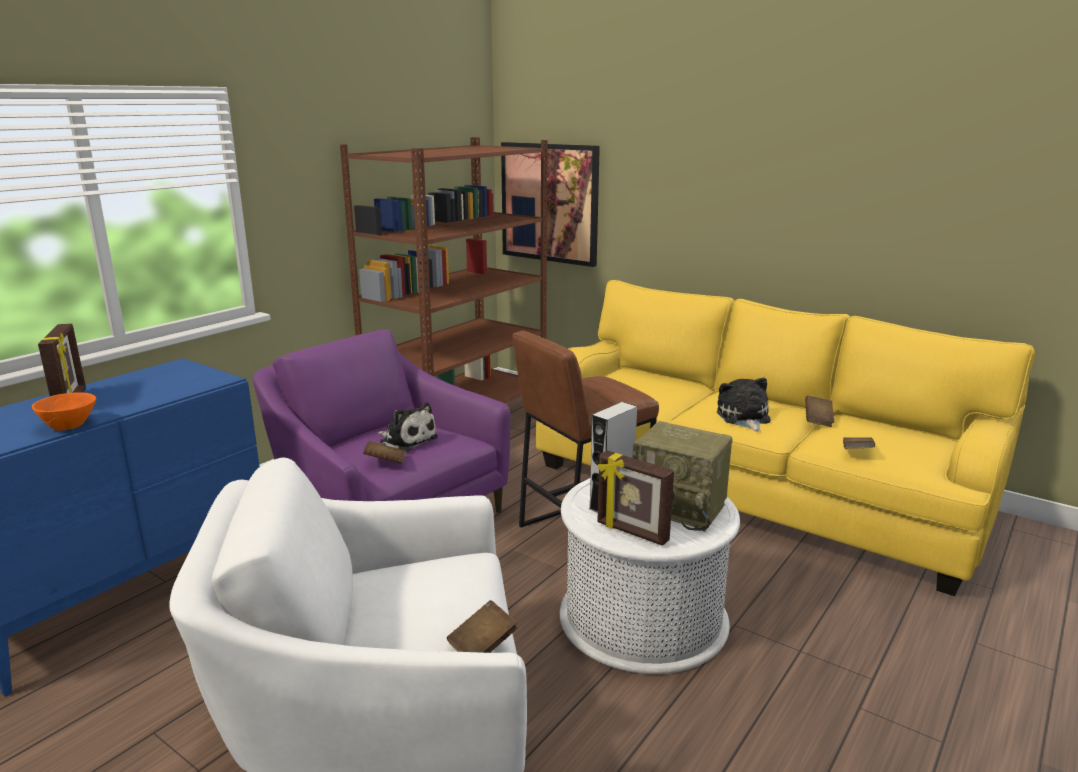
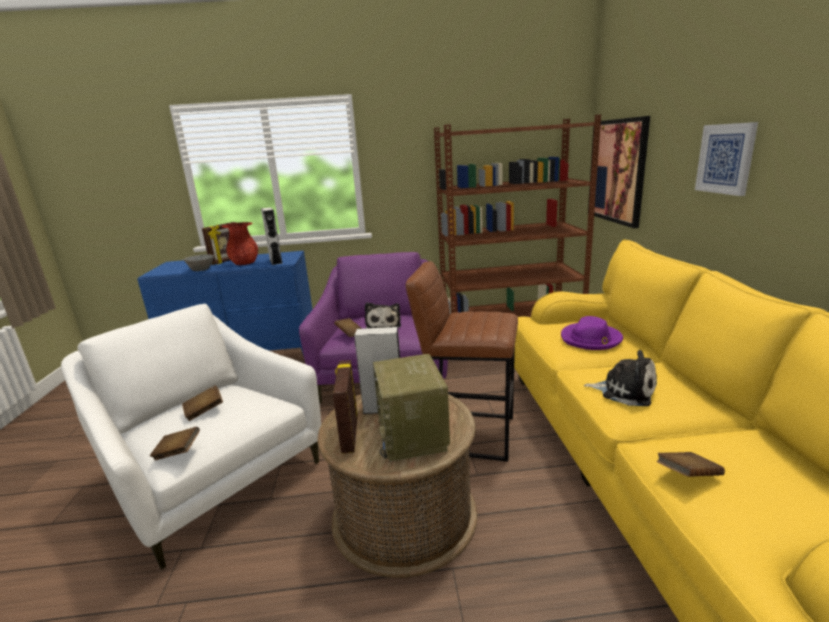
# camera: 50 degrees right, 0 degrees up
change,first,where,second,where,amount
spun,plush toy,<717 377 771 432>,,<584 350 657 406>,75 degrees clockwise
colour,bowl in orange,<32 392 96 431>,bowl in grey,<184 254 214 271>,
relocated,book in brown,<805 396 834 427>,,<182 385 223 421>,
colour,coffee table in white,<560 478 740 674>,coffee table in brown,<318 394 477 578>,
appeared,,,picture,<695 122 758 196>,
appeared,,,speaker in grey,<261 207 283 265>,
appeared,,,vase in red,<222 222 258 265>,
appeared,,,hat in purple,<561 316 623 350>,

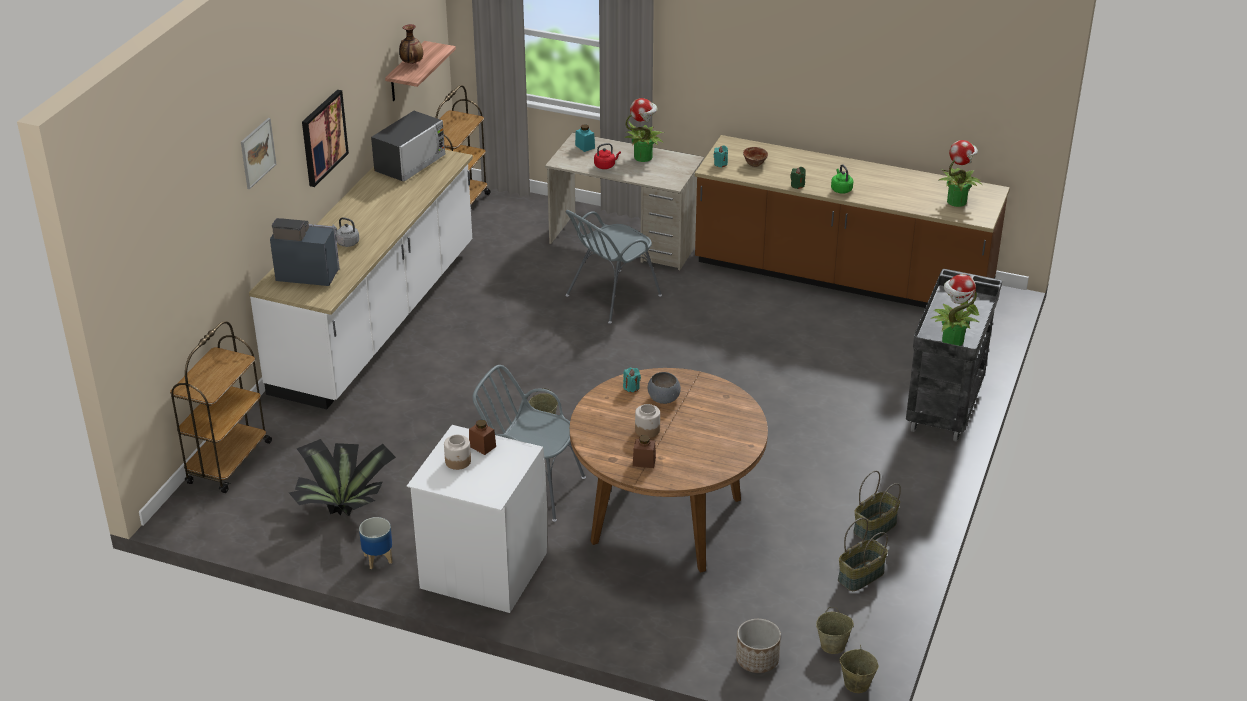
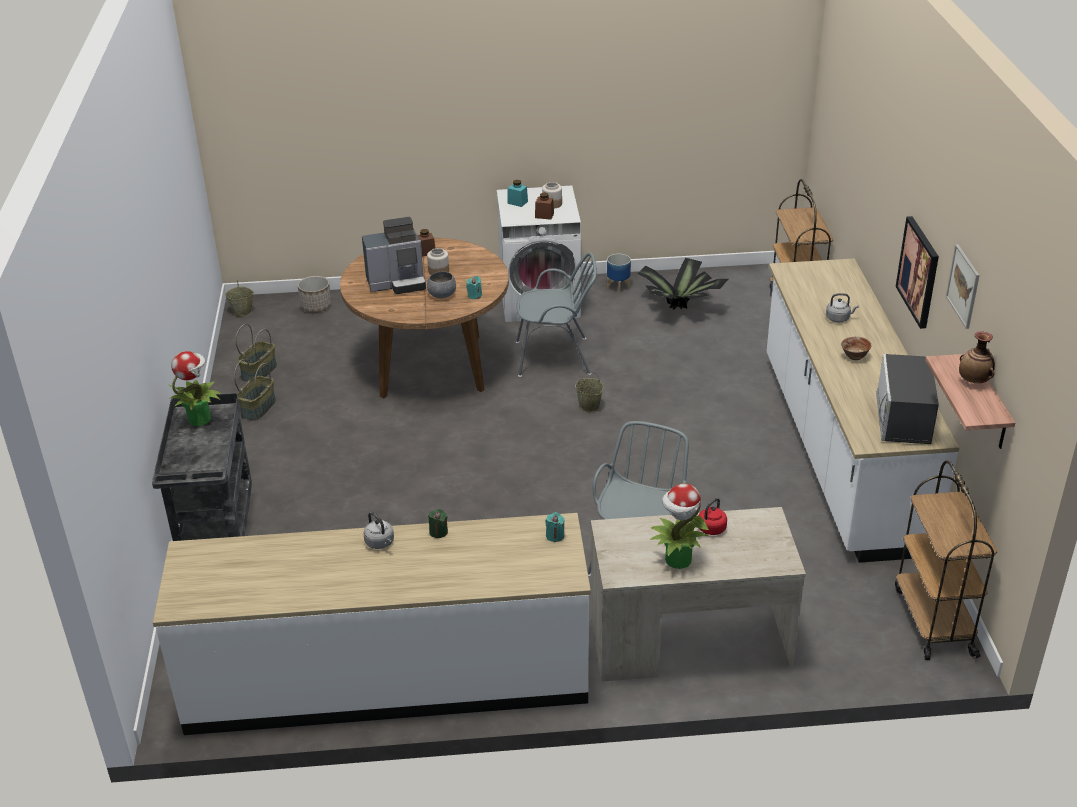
# camera: 155 degrees right, 0 degrees up
change,first,where,second,where,amount
relocated,picture,<241 118 276 189>,,<946 244 980 329>,
relocated,jar in turquoise,<575 124 595 152>,,<507 180 528 207>,
colour,counter in brown,<695 135 1010 308>,counter in white,<153 513 591 735>,
missing,potted plant,<938 140 982 207>,,,
relocated,bowl,<743 147 768 167>,,<841 337 871 360>,
colour,kettle in green,<831 164 853 194>,kettle in grey,<363 512 394 549>,
relocated,coffee machine,<270 218 340 286>,,<362 217 426 294>,
missing,bucket in beige,<816 607 854 654>,,,

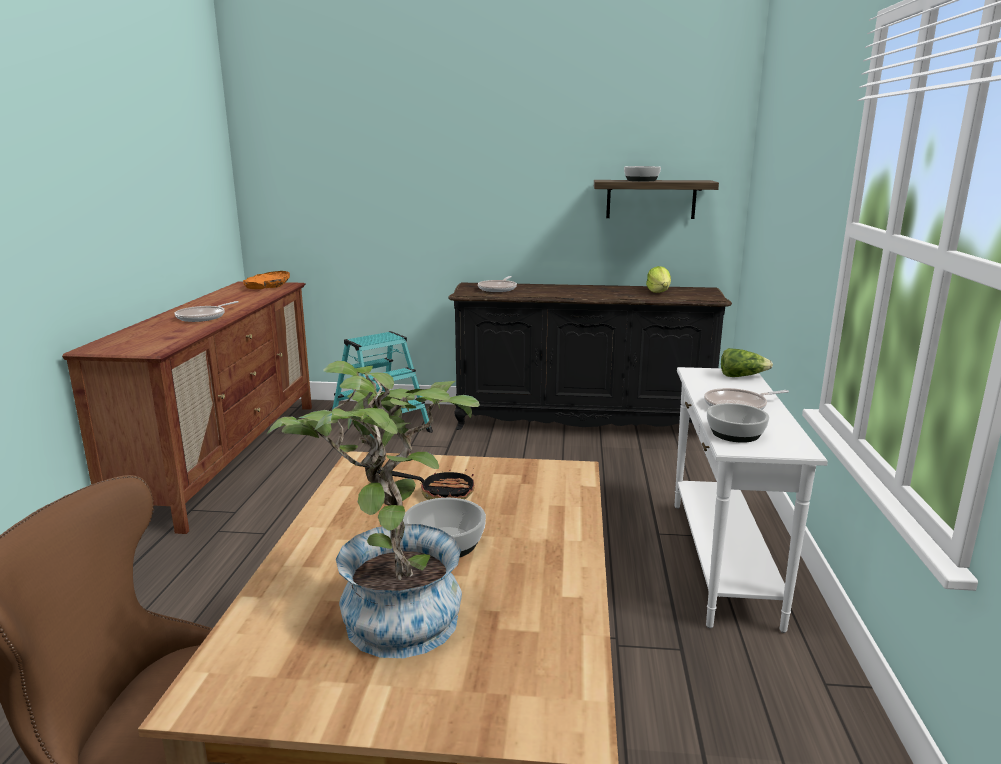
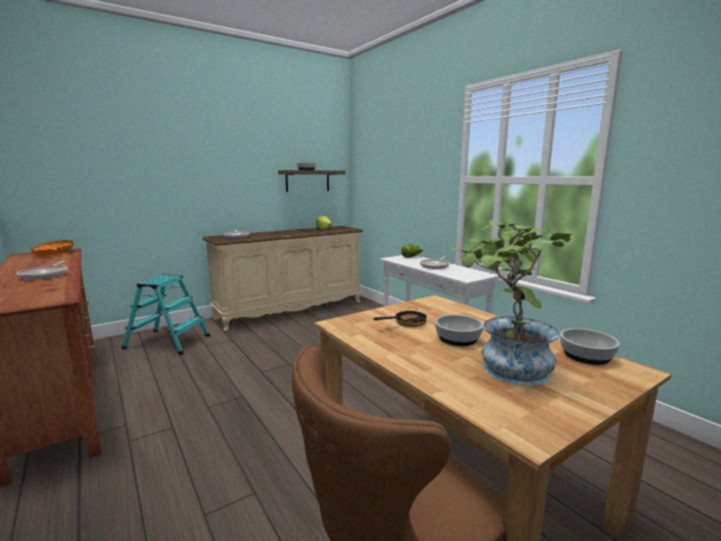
# camera: 40 degrees left, 5 degrees down
change,first,where,second,where,amount
colour,cabinet in black,<448 283 732 430>,cabinet in beige,<202 226 363 331>,
relocated,bowl,<707 403 769 443>,,<560 328 620 365>,

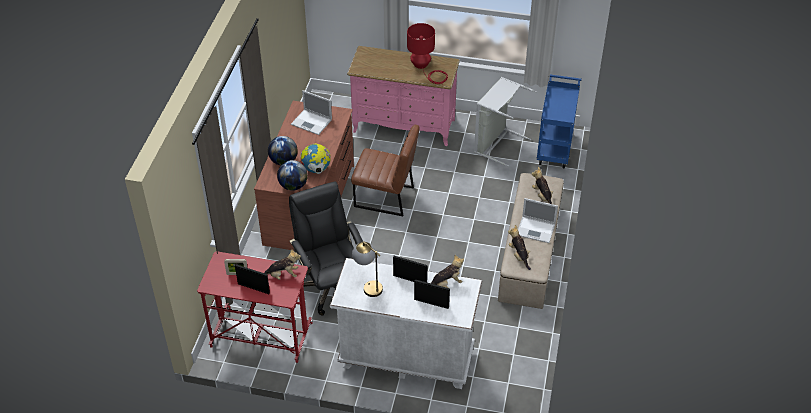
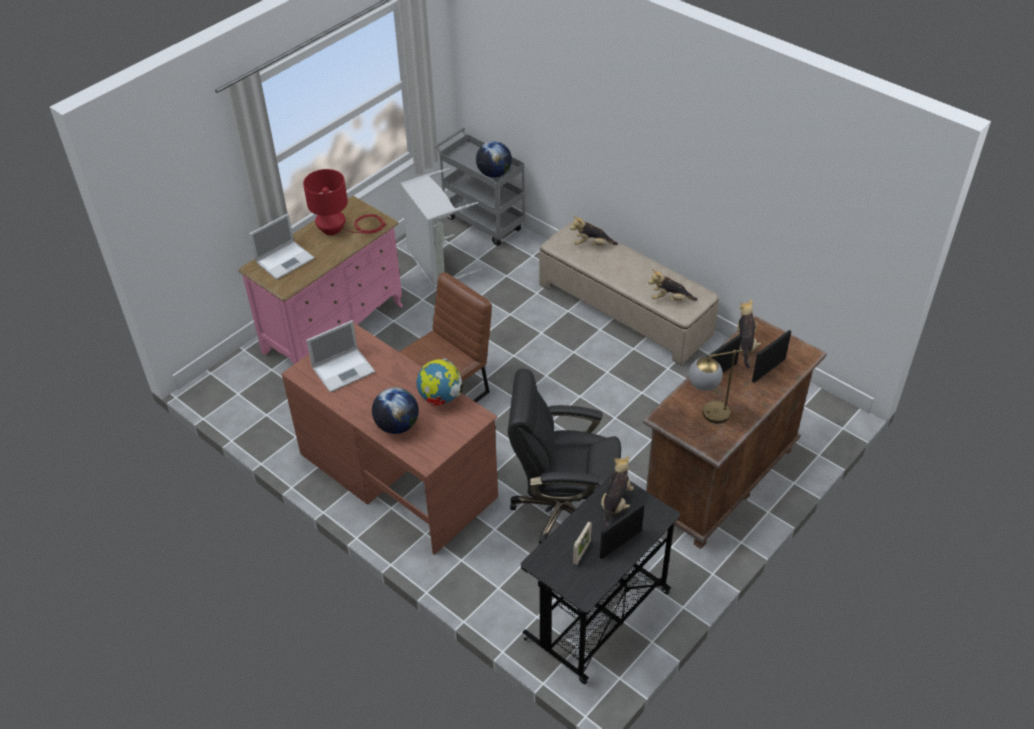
# camera: 60 degrees left, 0 degrees up
change,first,where,second,where,amount
colour,cart in blue,<537 74 582 168>,cart in grey,<435 127 525 246>,
relocated,globe,<277 160 308 191>,,<476 141 512 178>,
relocated,laptop,<518 198 558 243>,,<249 213 314 280>,
colour,desk in red,<197 251 313 363>,desk in black,<521 473 680 684>,
colour,dresser in white,<330 258 482 389>,dresser in brown,<643 315 827 549>,

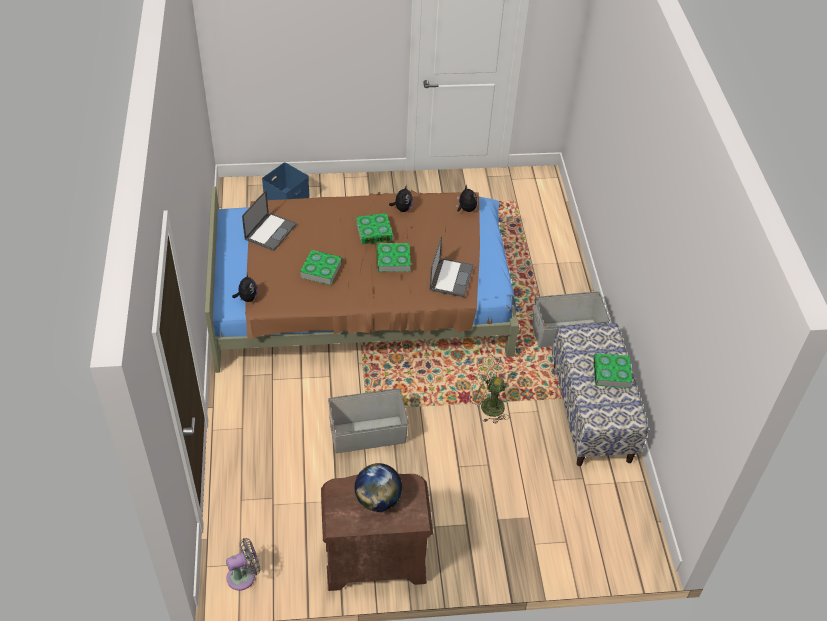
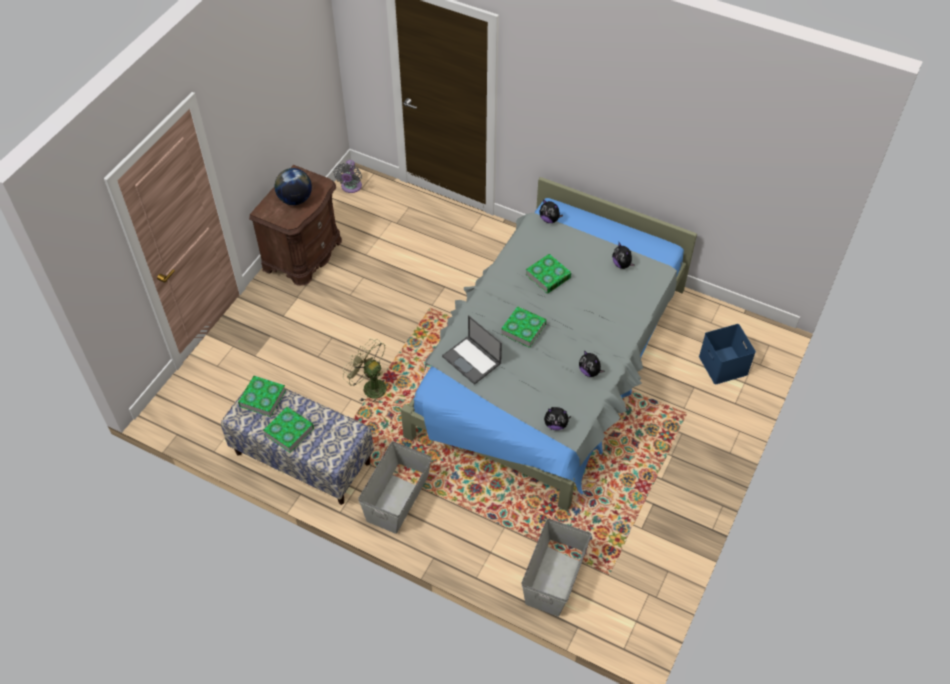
# camera: 125 degrees right, 5 degrees up
change,first,where,second,where,amount
colour,bed in brown,<205 187 519 373>,bed in grey,<401 177 697 511>,
exchanged,laptop,<242 190 297 251>,plush toy,<612 243 635 269>,
relocated,book,<356 213 393 244>,,<238 376 286 417>,
spun,fan in green,<469 354 509 424>,,<343 339 387 403>,105 degrees counterclockwise
relocated,storage box in grey,<328 388 409 453>,,<521 518 591 617>,

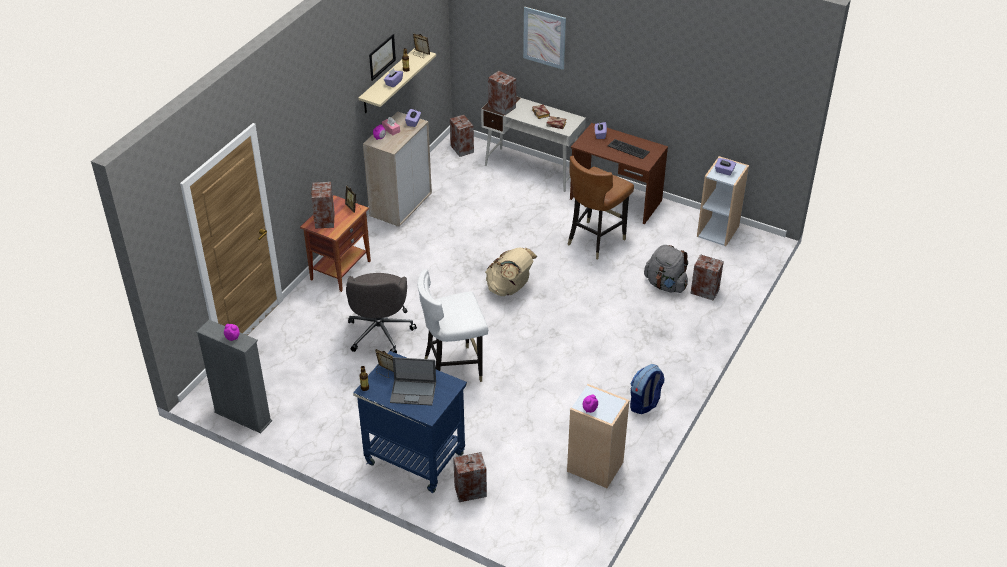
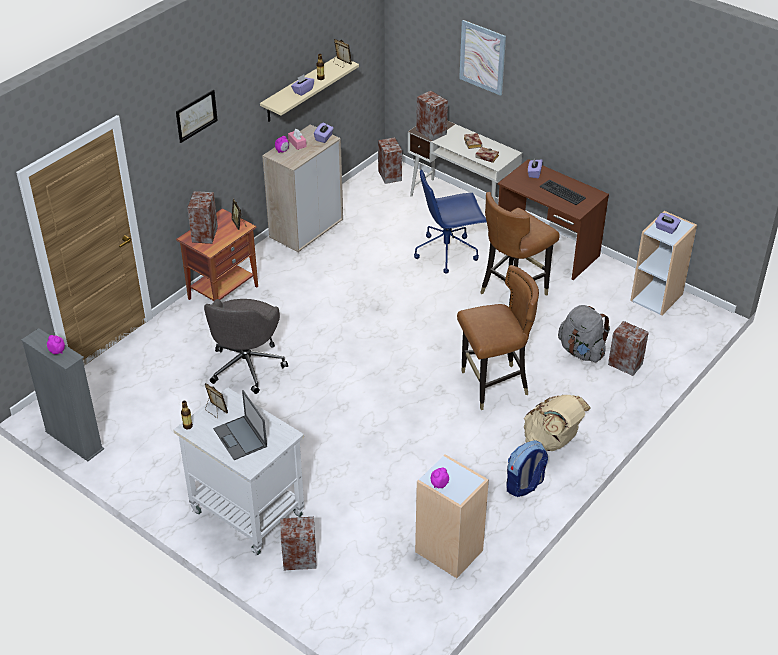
# camera: 10 degrees right, 0 degrees up
change,first,where,second,where,amount
relocated,picture,<369 34 396 81>,,<176 90 218 143>,
relocated,backpack in beige,<485 248 537 296>,,<524 395 591 451>,
missing,chair in white,<417 269 488 382>,,,
colour,cart in blue,<353 351 467 493>,cart in white,<173 387 304 556>,
spun,laptop,<390 357 436 406>,,<213 390 267 460>,45 degrees clockwise
appeared,,,office chair in blue,<414 169 487 274>,
appeared,,,chair in brown,<457 265 539 410>,

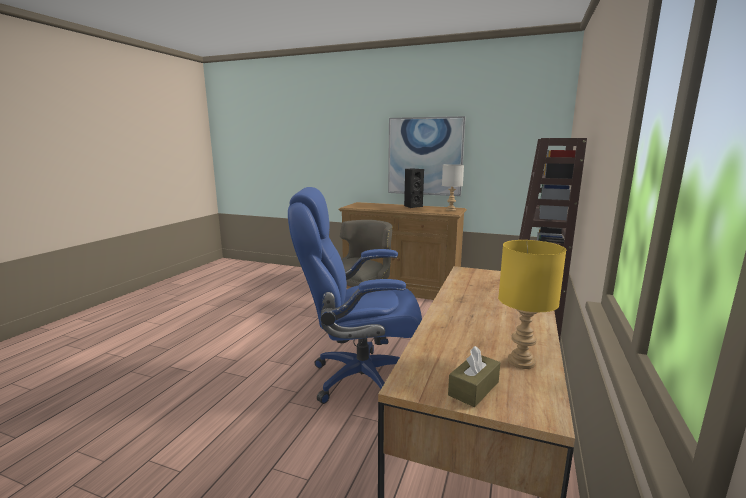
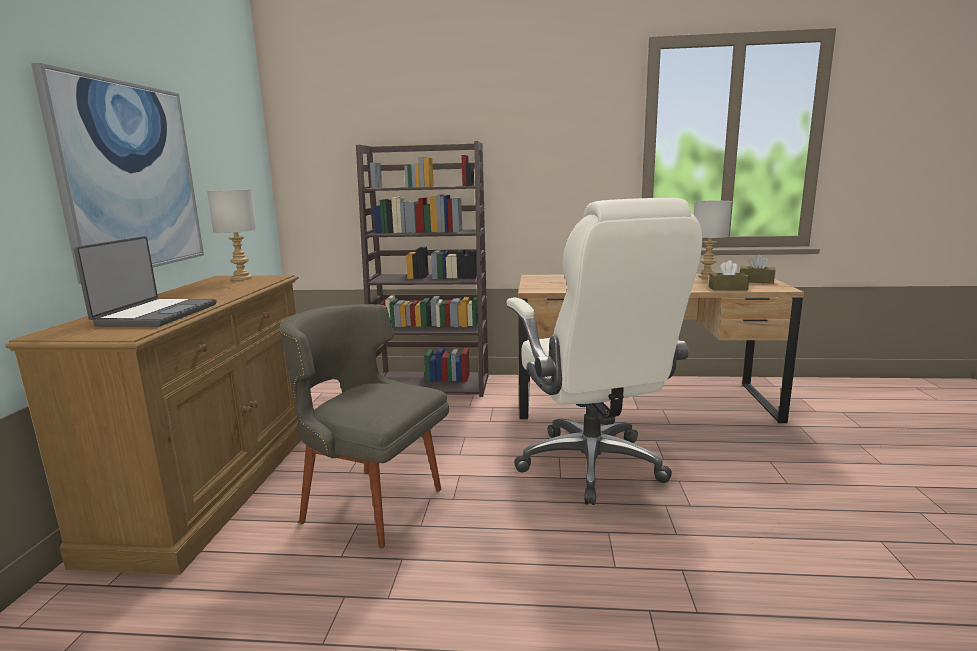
# camera: 105 degrees left, 0 degrees up
change,first,where,second,where,amount
missing,speaker in black,<404 168 424 208>,,,
colour,office chair in blue,<288 187 422 404>,office chair in white,<507 198 702 505>,
colour,table lamp in yellow,<498 240 566 369>,table lamp in grey,<693 201 732 279>,
appeared,,,laptop,<74 236 217 327>,
appeared,,,tissue box in brown,<709 260 750 291>,

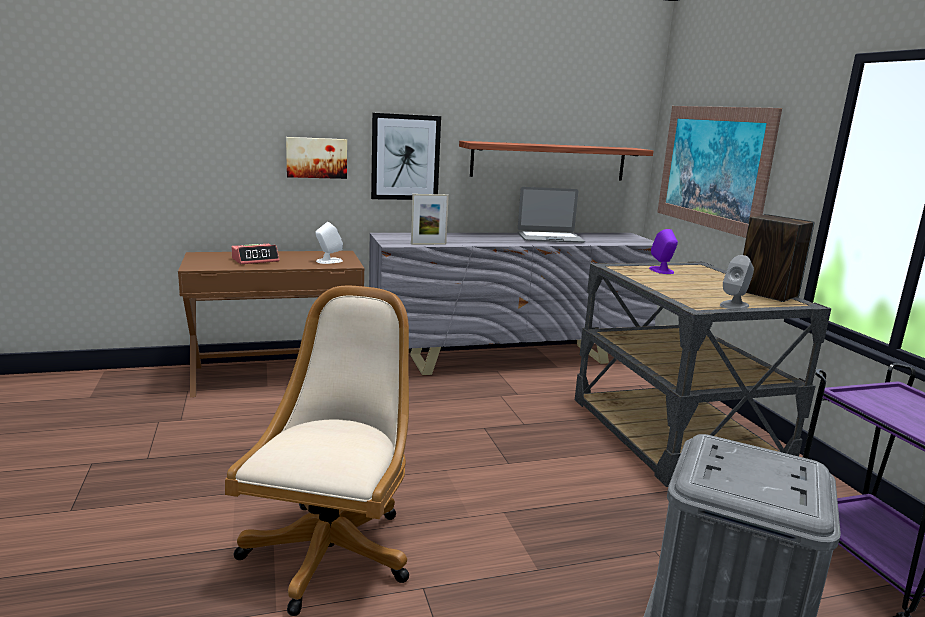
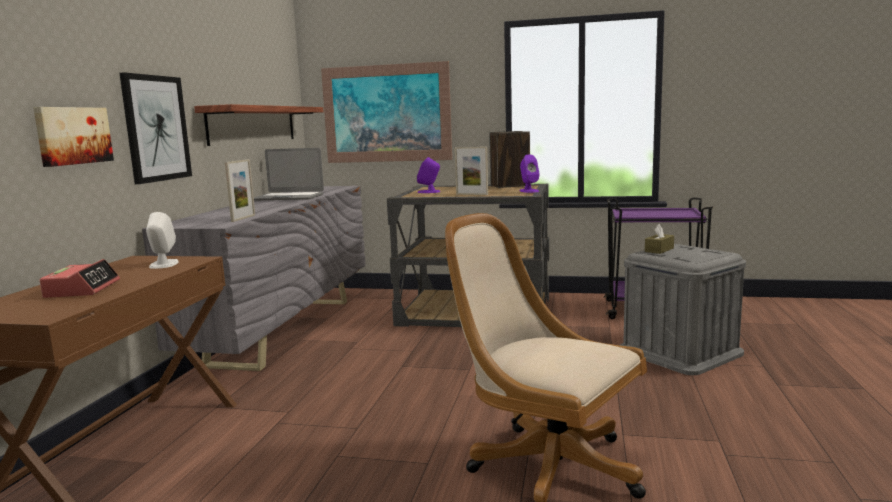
# camera: 60 degrees left, 5 degrees down
change,first,where,second,where,amount
spun,laptop,<518 187 585 243>,,<254 148 324 200>,75 degrees clockwise
colour,speaker in grey,<720 255 754 310>,speaker in purple,<520 154 540 193>,
appeared,,,picture frame,<455 147 488 195>,
appeared,,,tissue box in brown,<645 224 674 254>,

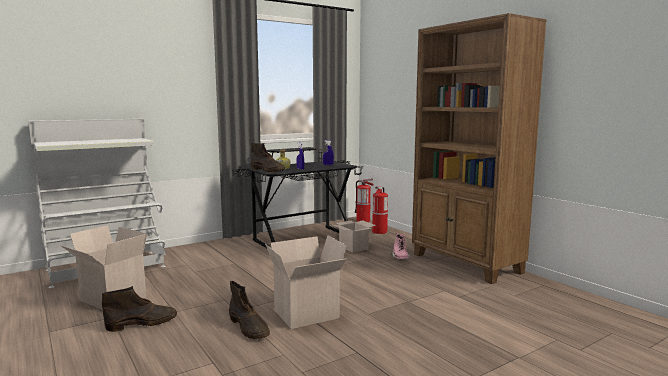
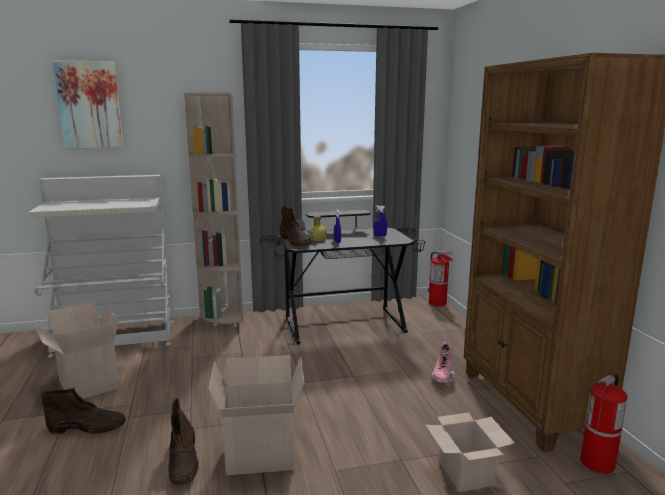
# camera: 20 degrees right, 5 degrees up
change,first,where,second,where,amount
relocated,fire extinguisher,<372 187 388 234>,,<580 374 627 474>,
relocated,cardboard box,<333 220 376 253>,,<425 413 515 492>,
appeared,,,picture,<53 60 123 149>,
appeared,,,bookcase in beige,<184 93 243 327>,

